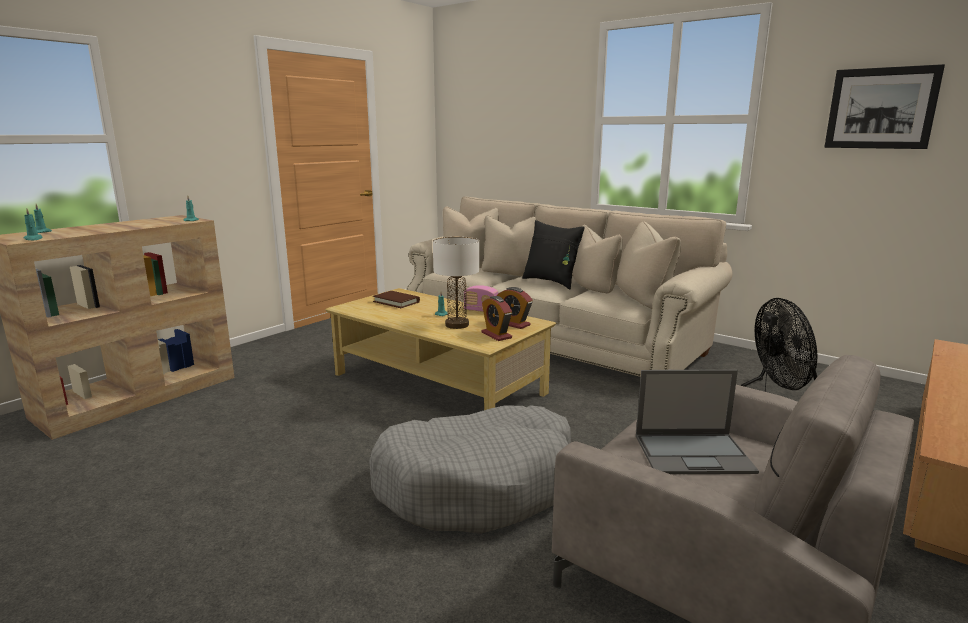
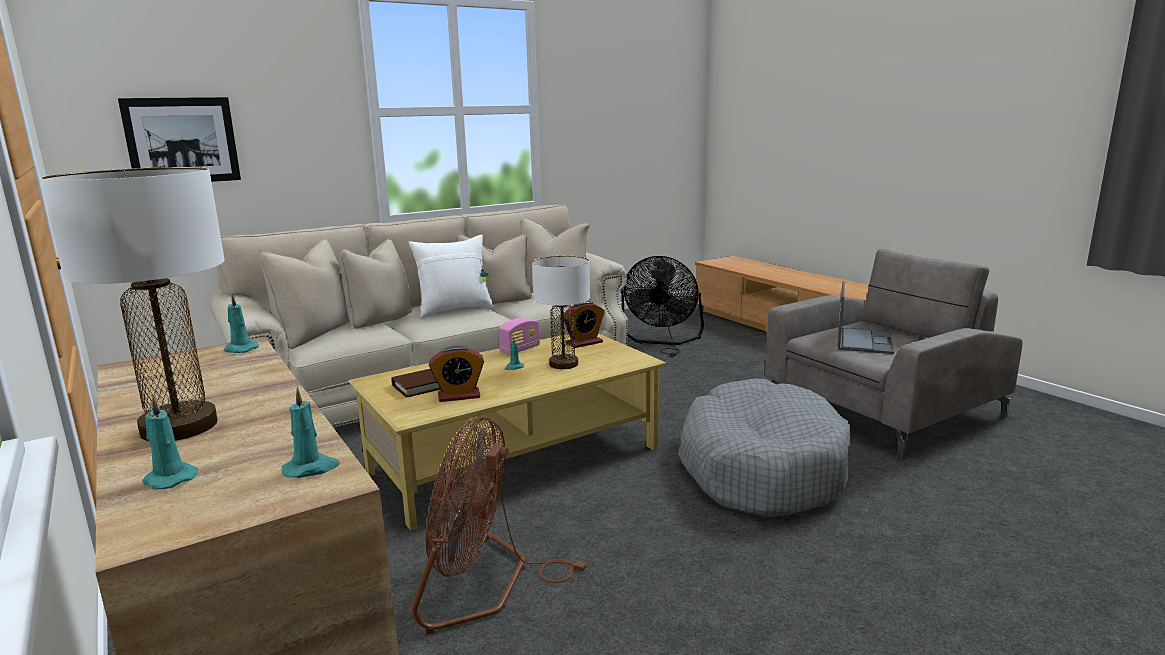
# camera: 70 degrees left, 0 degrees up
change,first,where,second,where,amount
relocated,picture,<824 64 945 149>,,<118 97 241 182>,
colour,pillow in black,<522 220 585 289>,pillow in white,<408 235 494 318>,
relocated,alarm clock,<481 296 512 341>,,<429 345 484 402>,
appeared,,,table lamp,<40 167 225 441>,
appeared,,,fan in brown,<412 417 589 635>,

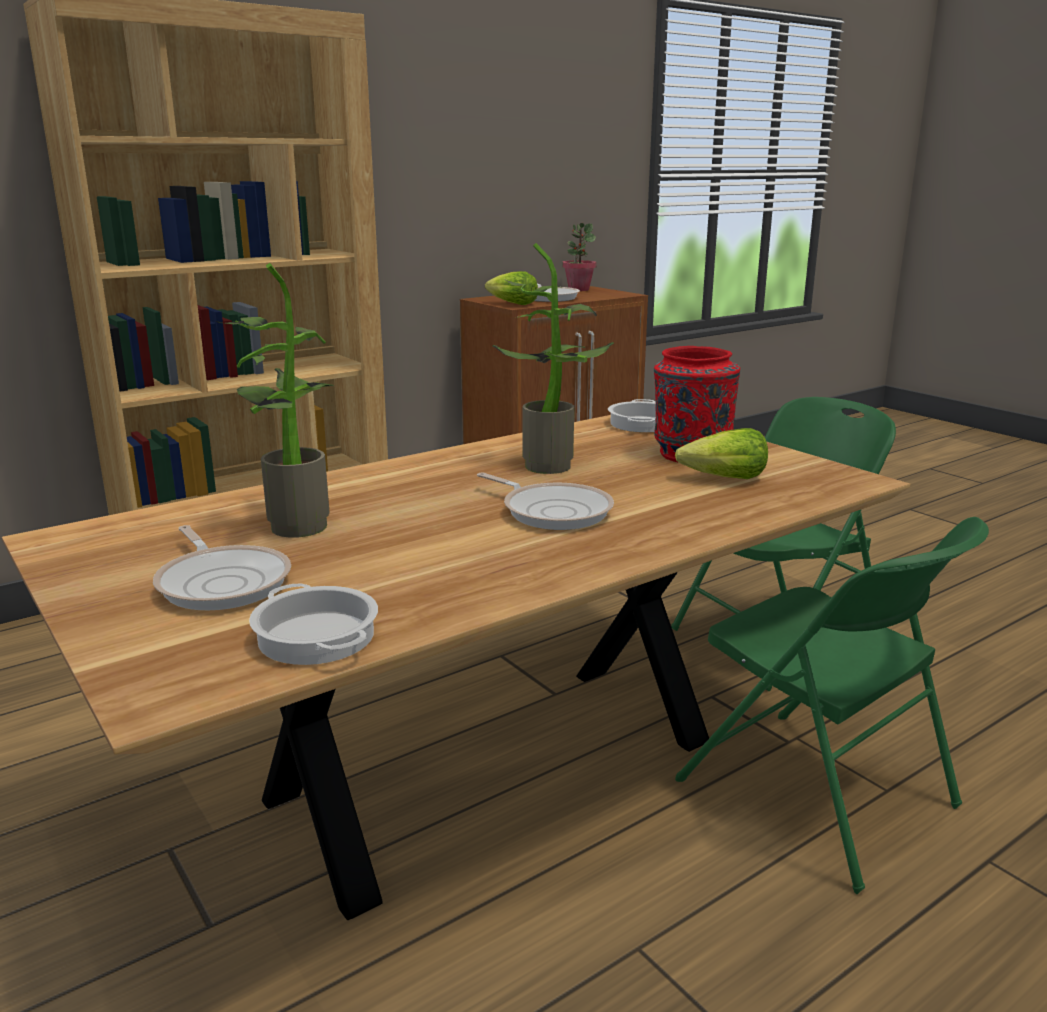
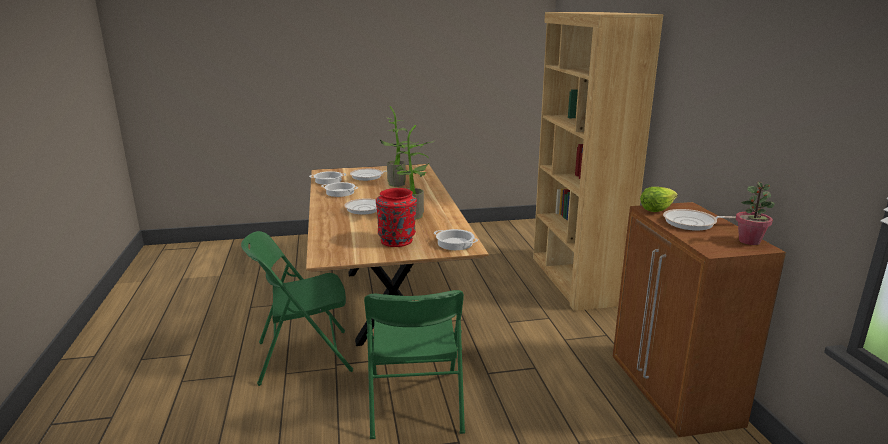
# camera: 115 degrees right, 0 degrees up
change,first,where,second,where,amount
missing,lettuce,<675 428 768 479>,,,
appeared,,,cooking pot,<321 182 358 197>,

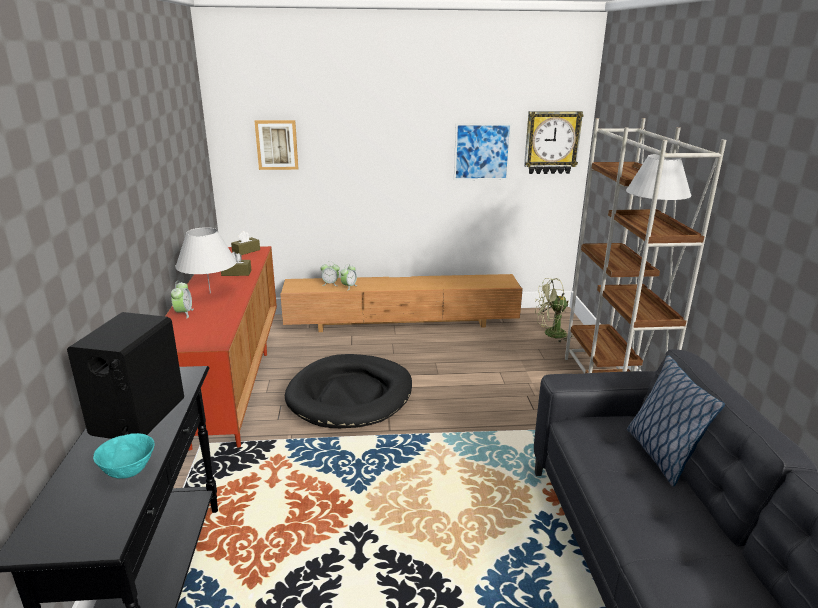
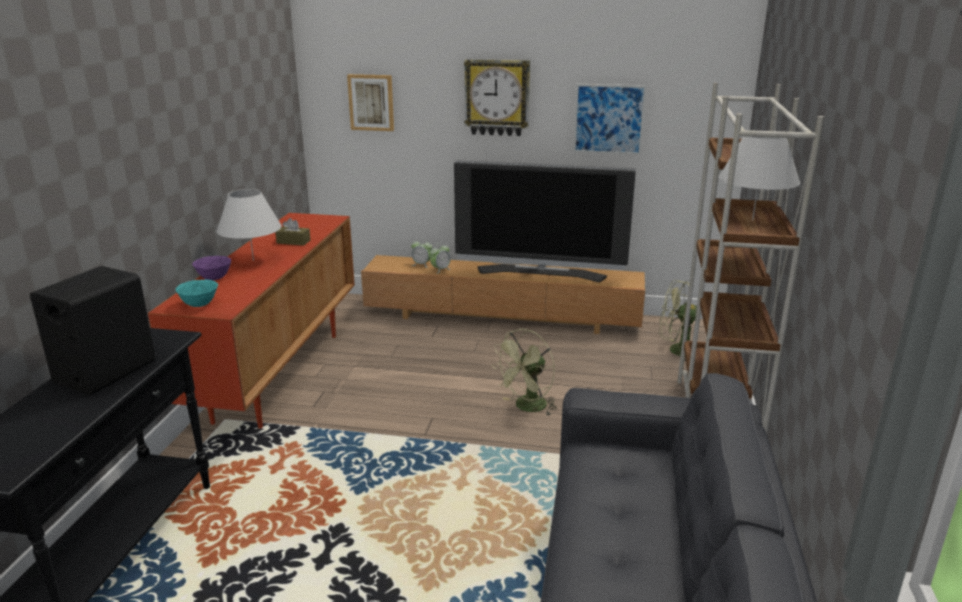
# camera: 15 degrees right, 0 degrees up
change,first,where,second,where,amount
relocated,wall clock,<524 111 584 174>,,<464 59 530 136>,
missing,tissue box in brown,<231 231 260 255>,,,
exchanged,alarm clock,<171 281 194 319>,bowl in purple,<192 256 231 280>,
missing,dog bed in black,<285 354 412 428>,,,
missing,pillow,<627 355 725 486>,,,
relocated,bowl in turquoise,<93 433 155 479>,,<176 279 218 307>,
appeared,,,television,<454 160 636 282>,
appeared,,,fan in green,<493 329 557 416>,

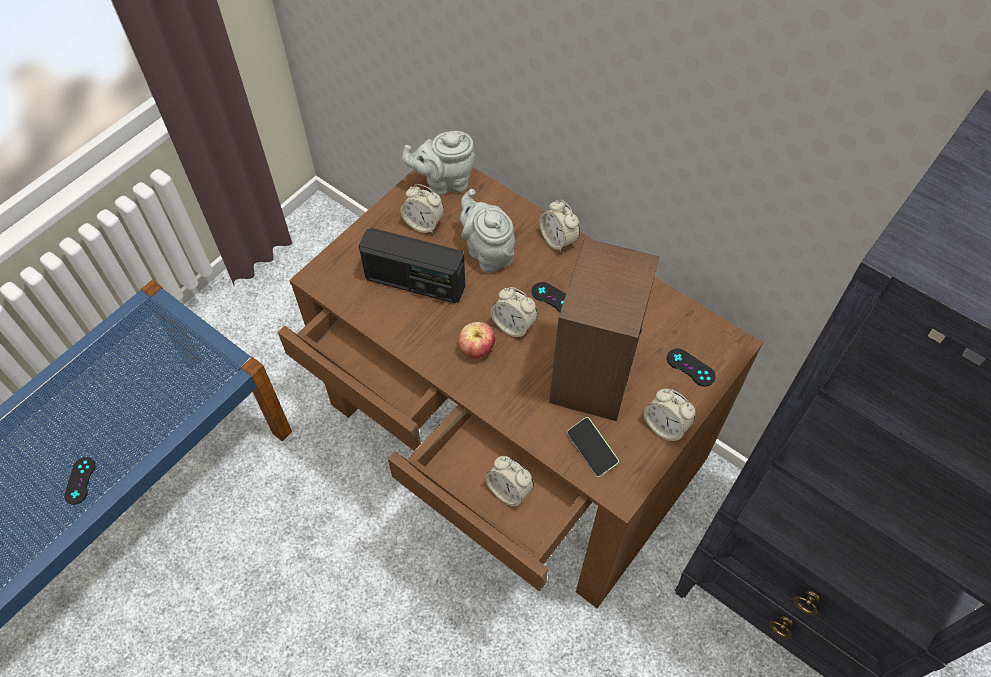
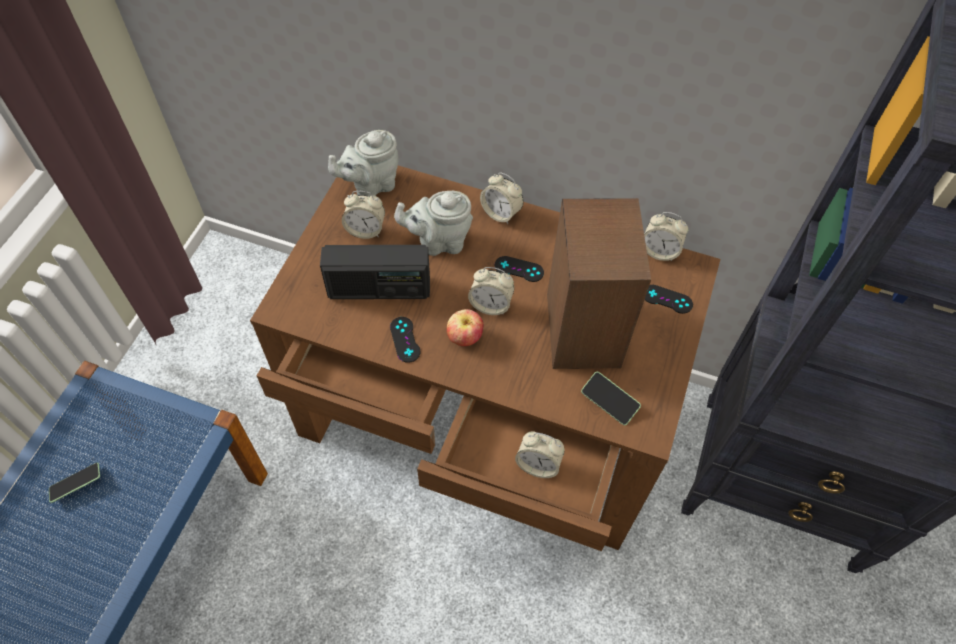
# camera: 20 degrees left, 0 degrees up
change,first,where,second,where,amount
spun,teapot in grey,<460 189 515 273>,,<394 191 473 256>,45 degrees counterclockwise
relocated,alarm clock,<644 389 695 441>,,<644 212 689 261>,
relocated,game controller in black,<64 457 95 505>,,<390 317 421 363>,
appeared,,,phone,<49 463 100 503>,

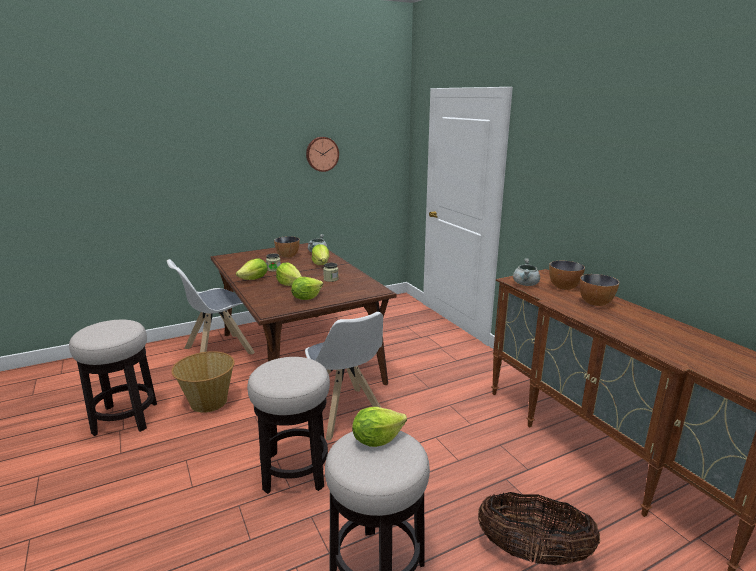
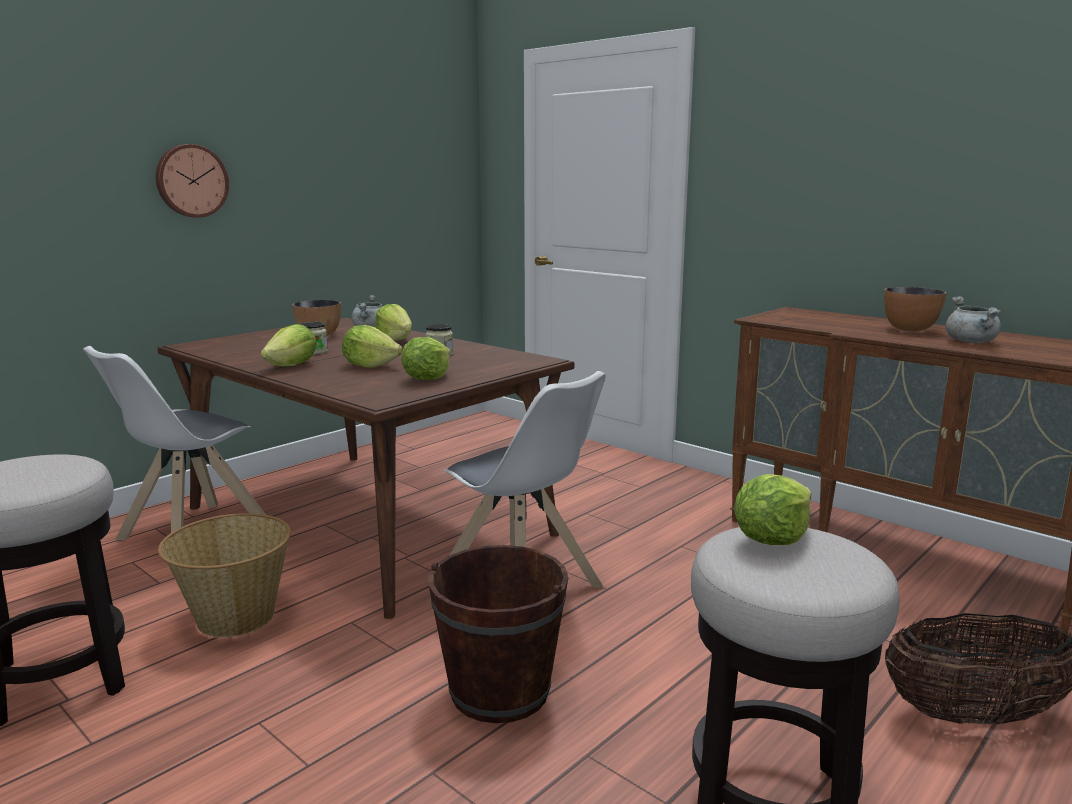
# camera: 20 degrees left, 5 degrees down
change,first,where,second,where,amount
relocated,wall clock,<306 137 339 172>,,<156 144 229 218>,
relocated,cooking pot in grey,<513 258 540 286>,,<946 296 1001 343>,
missing,bowl,<549 261 585 290>,,,
exchanged,stool,<247 357 330 494>,bucket in brown,<428 545 568 723>,

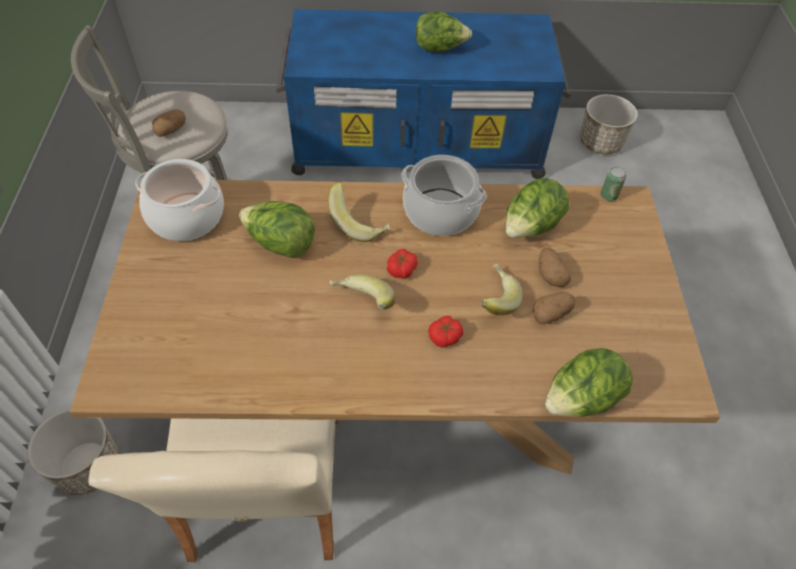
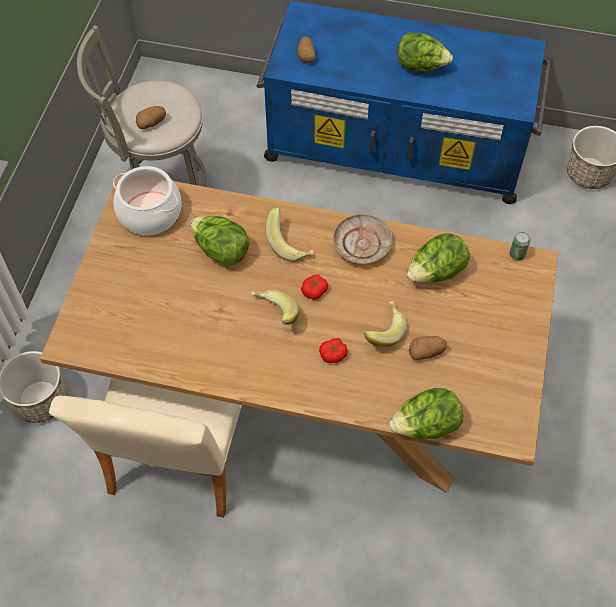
# camera: 15 degrees right, 5 degrees up
change,first,where,second,where,amount
exchanged,cooking pot,<401 155 487 236>,plate in beige,<333 214 393 265>,
relocated,potato,<539 248 571 287>,,<298 36 316 63>,

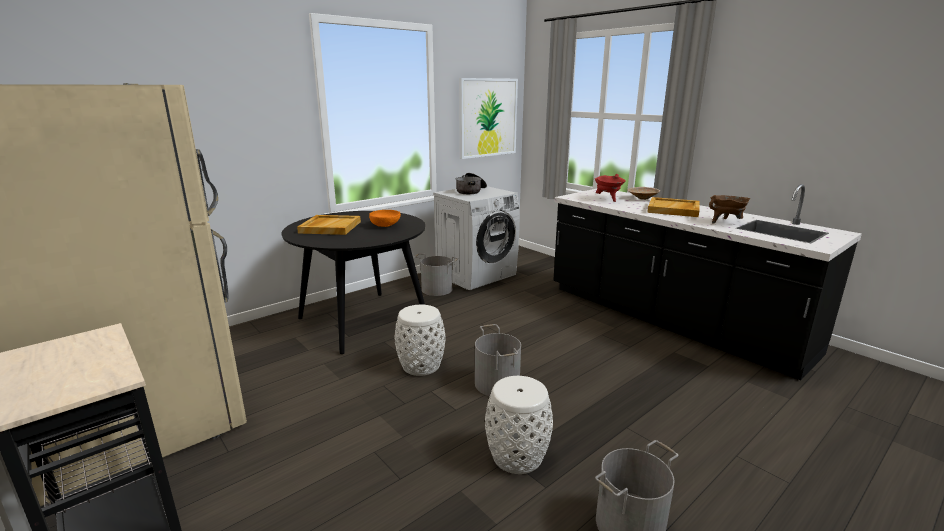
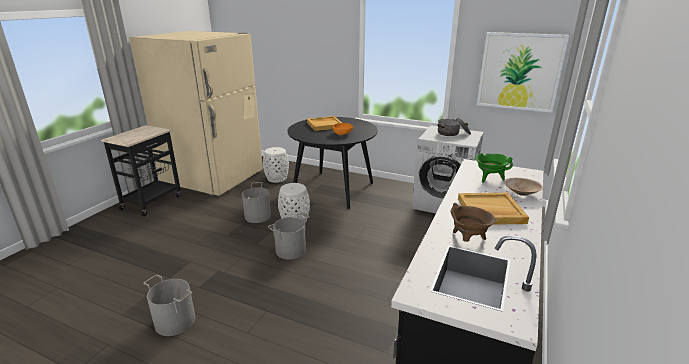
# camera: 65 degrees right, 5 degrees up
change,first,where,second,where,amount
colour,cooking pot in red,<595 174 626 202>,cooking pot in green,<475 153 513 183>,
relocated,bucket in grey,<414 253 458 296>,,<242 182 271 223>,
relocated,stool in white,<485 376 553 474>,,<263 147 289 183>,

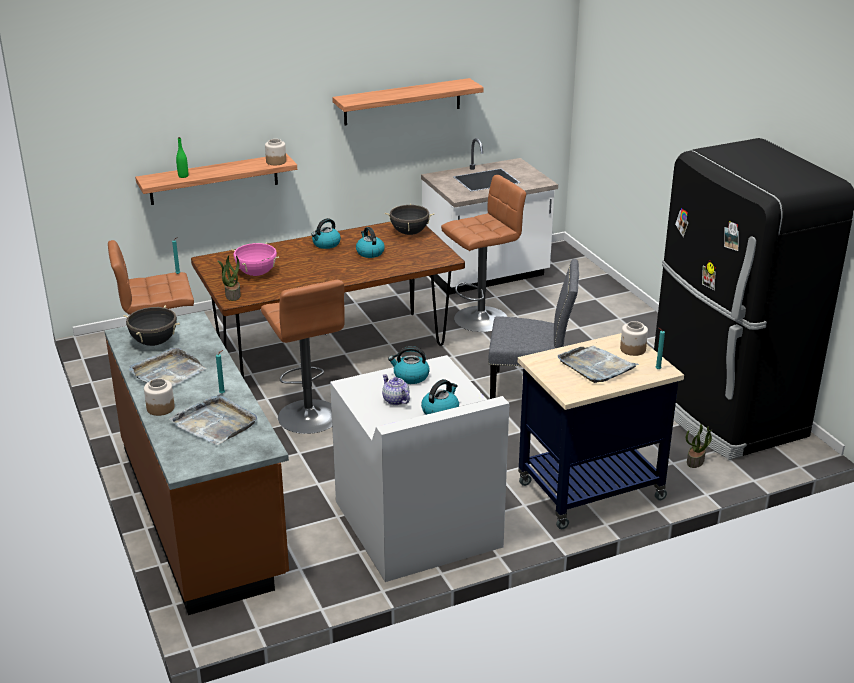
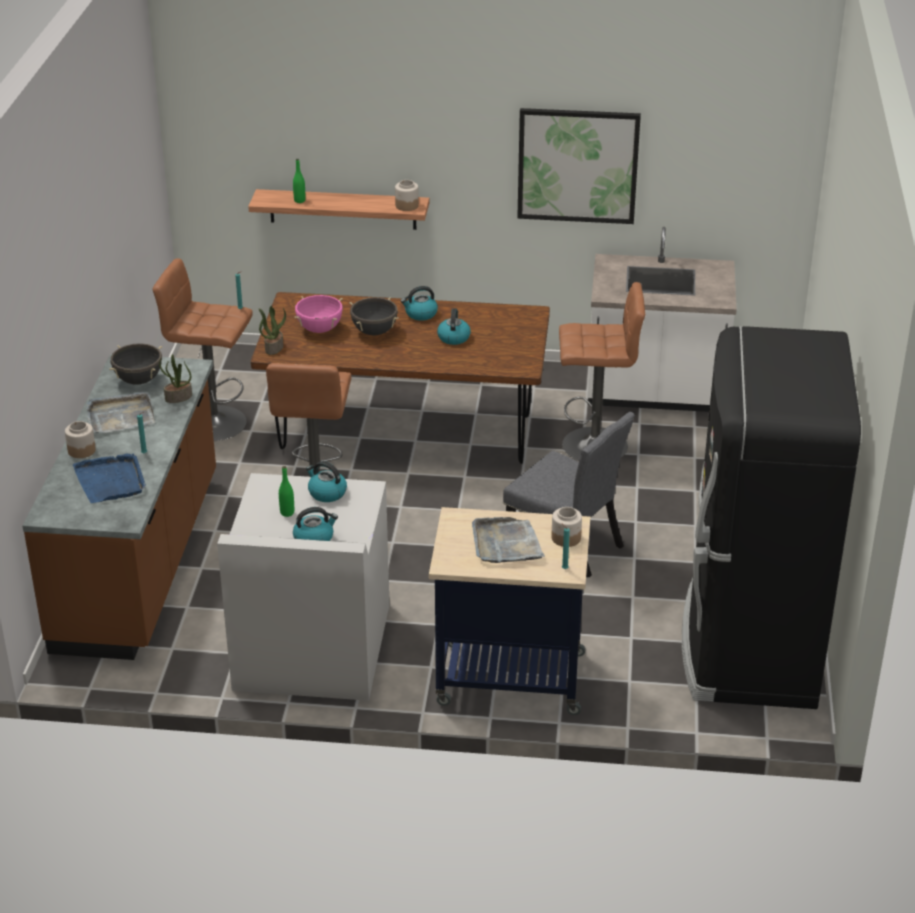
# camera: 30 degrees right, 5 degrees up
change,first,where,second,where,amount
exchanged,shelf,<332 78 484 125>,picture,<517 108 641 224>,
relocated,cooking pot in black,<385 203 434 235>,,<349 297 399 335>,
exchanged,teapot,<382 374 410 405>,bottle in green,<279 466 294 517>,
colour,tray in grey,<169 394 257 445>,tray in blue,<73 453 146 503>,
relocated,potted plant,<686 424 712 468>,,<159 354 192 403>,

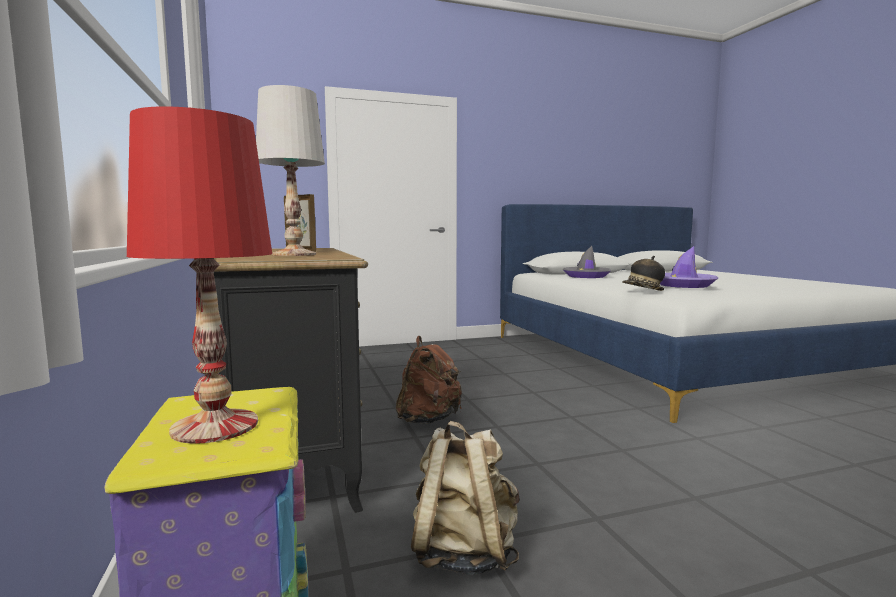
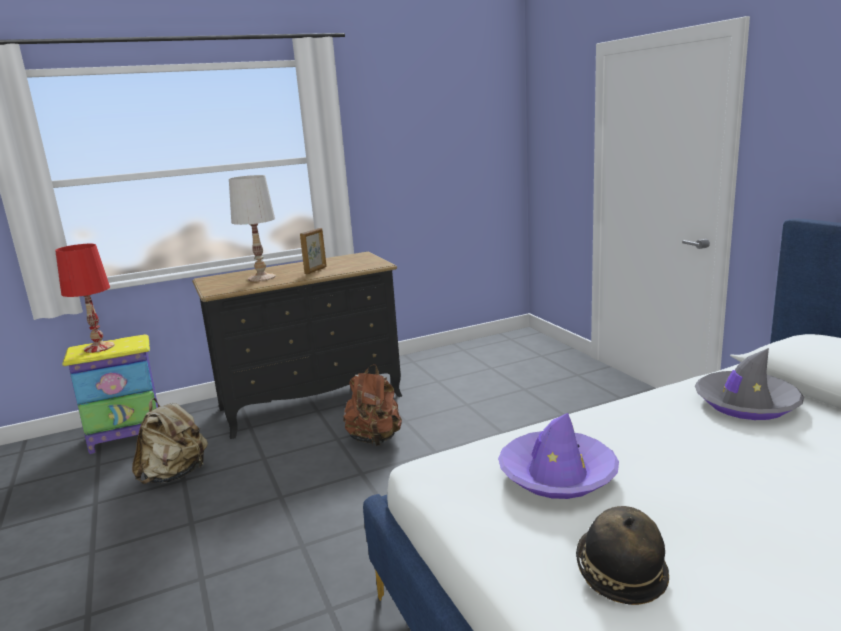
# camera: 85 degrees right, 10 degrees up
change,first,where,second,where,amount
relocated,hat,<622 256 665 291>,,<576 506 669 605>,

